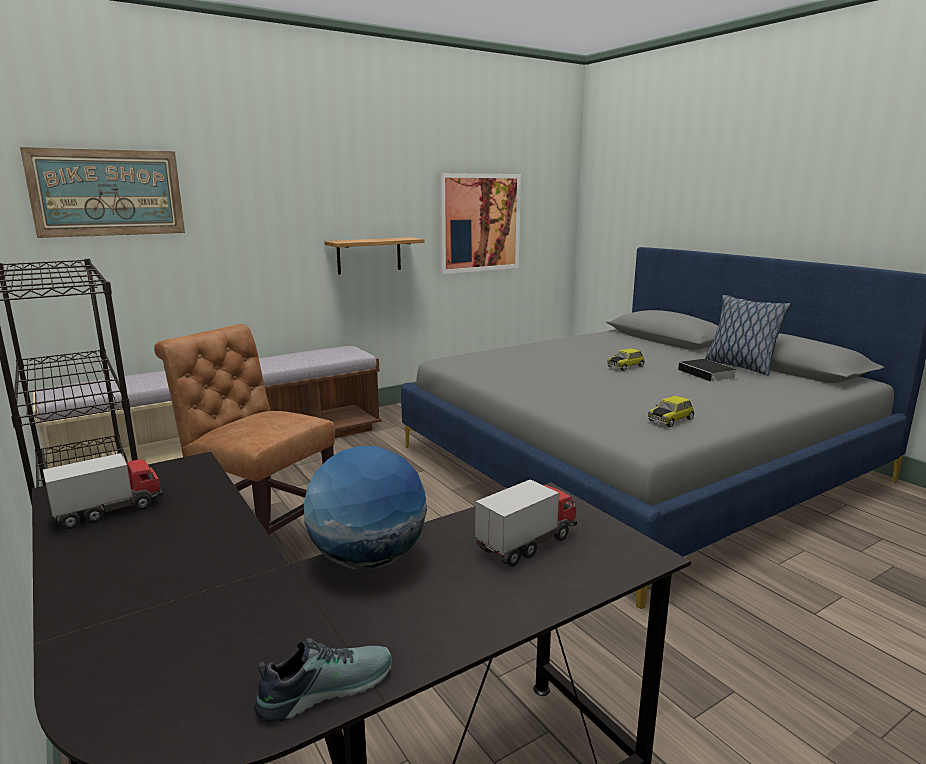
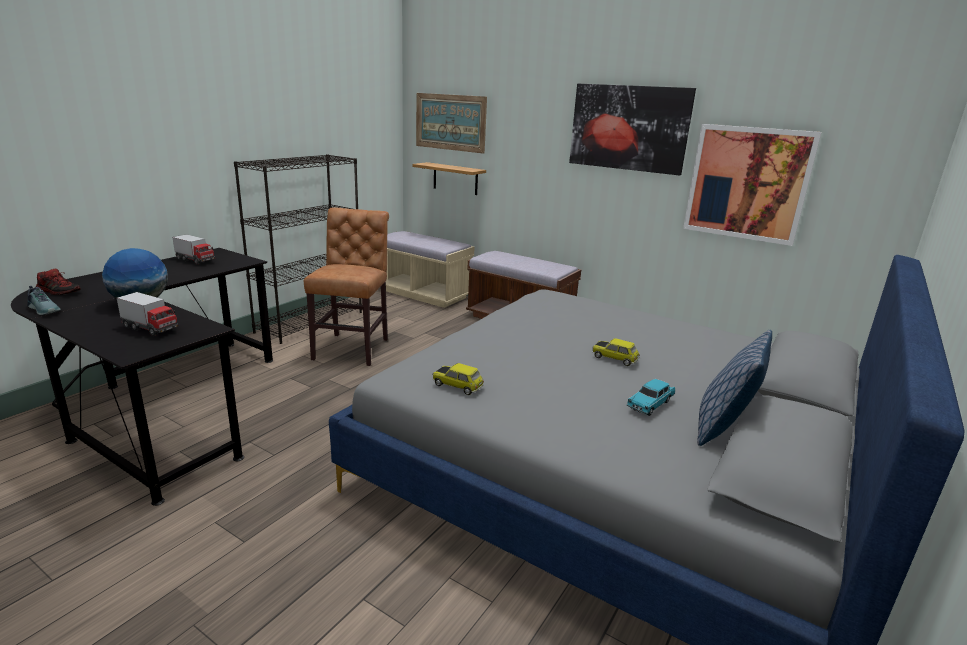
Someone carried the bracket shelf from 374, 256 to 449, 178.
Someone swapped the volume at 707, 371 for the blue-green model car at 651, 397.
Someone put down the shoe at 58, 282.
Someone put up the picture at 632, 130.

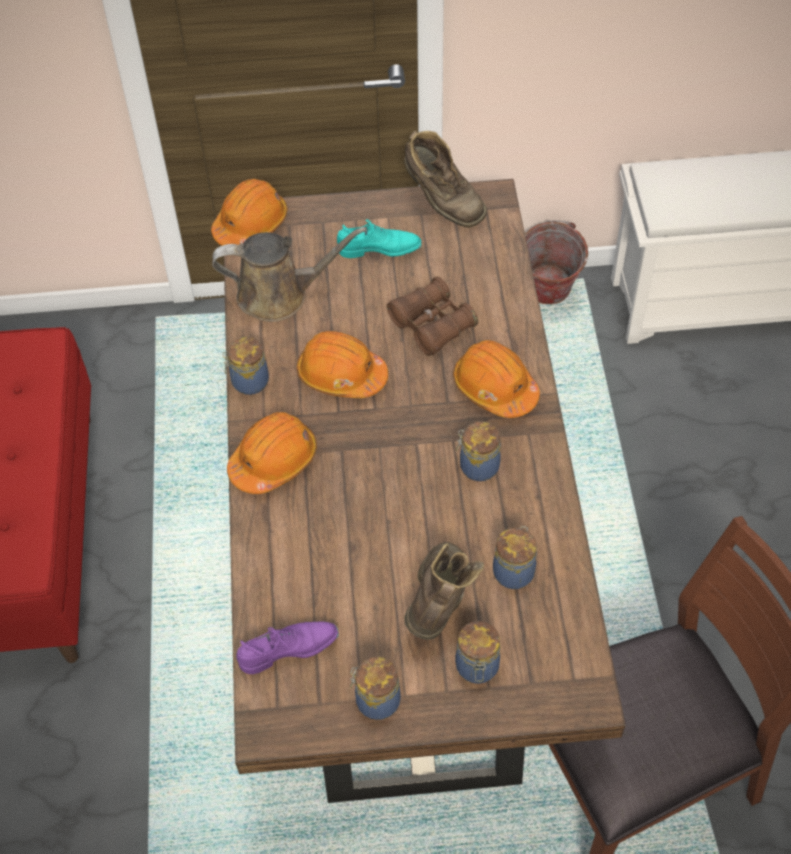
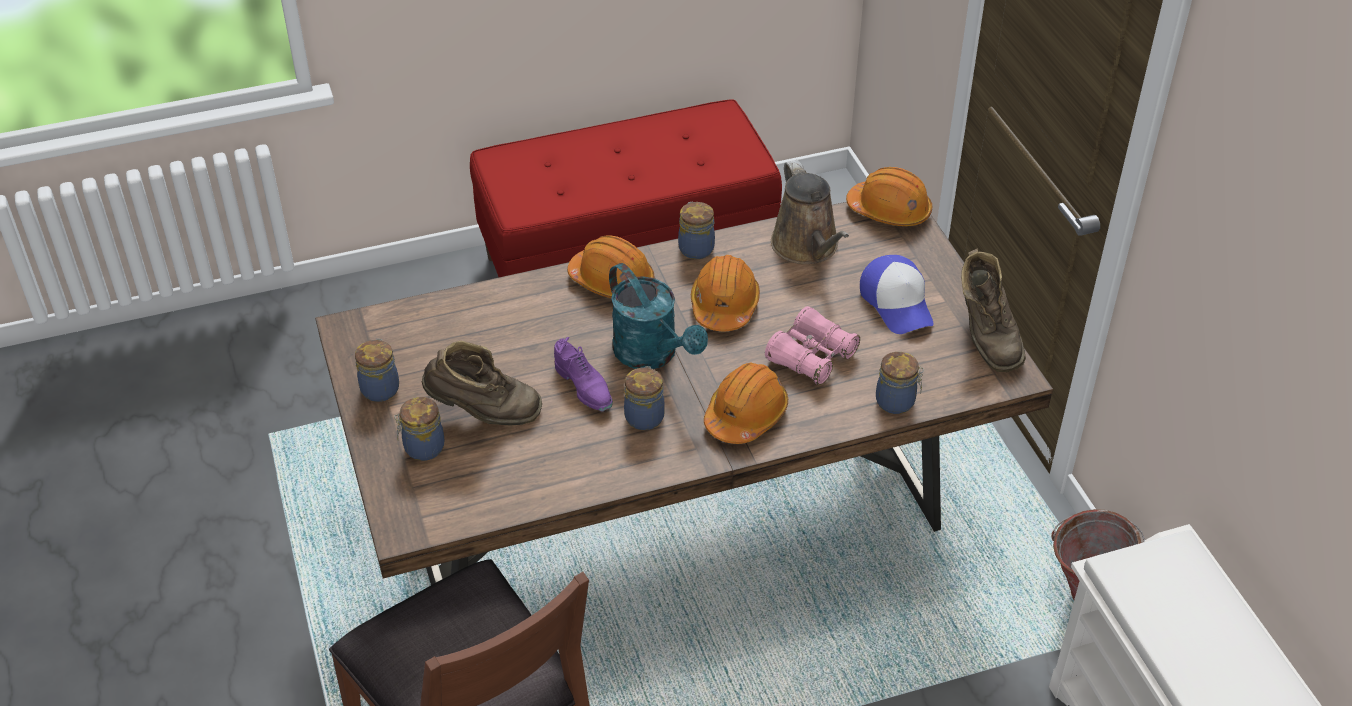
Someone carried the purple shoe from 287, 648 to 583, 374.
Someone swapped the blue-green shoe at 379, 238 for the peaked cap at 897, 294.
Someone repainted the brownish binoculars at 432, 316, which became the pink-coloured binoculars at 812, 345.
Someone rotated the brownish boot at 445, 179 by 45 degrees counterclockwise.
Someone carried the storage jar from 515, 557 to 900, 383.
Someone put down the blue-green watering pot at 658, 316.

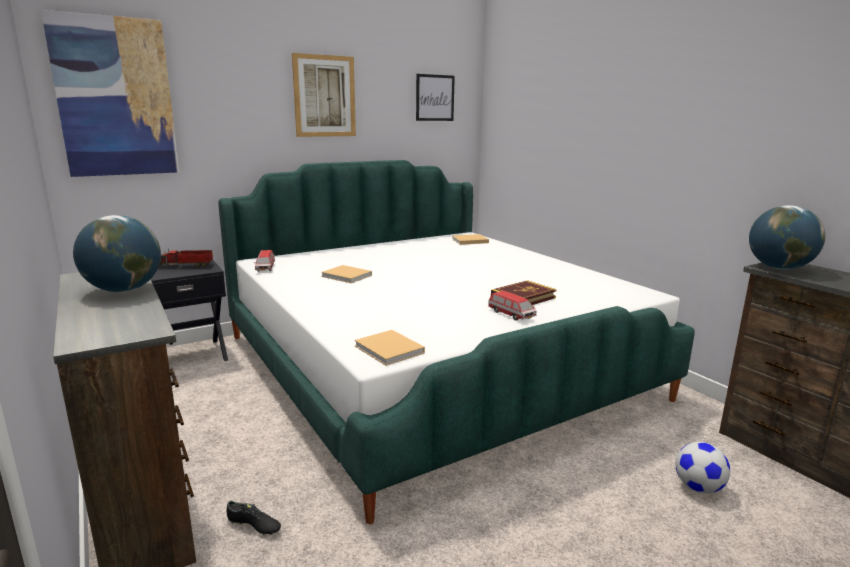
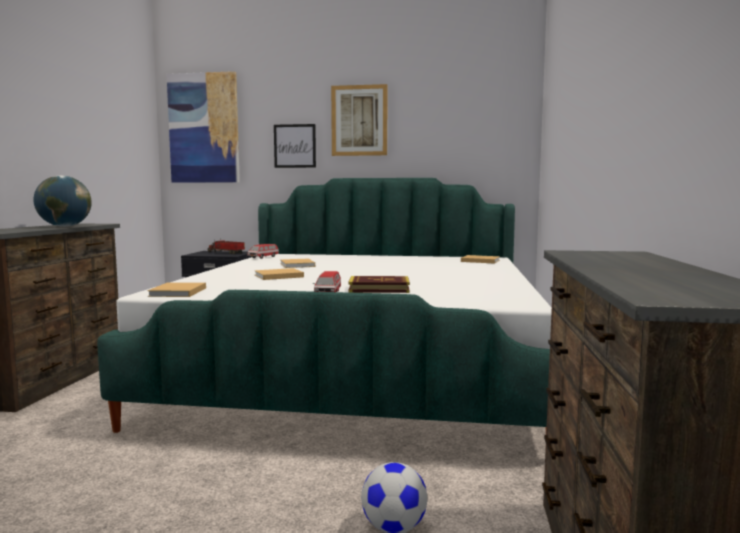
Someone took away the black shoe at 254, 518.
Someone carried the picture from 435, 97 to 295, 146.
Someone took away the desk globe at 787, 237.
Someone put down the beige-coloured volume at 279, 274.

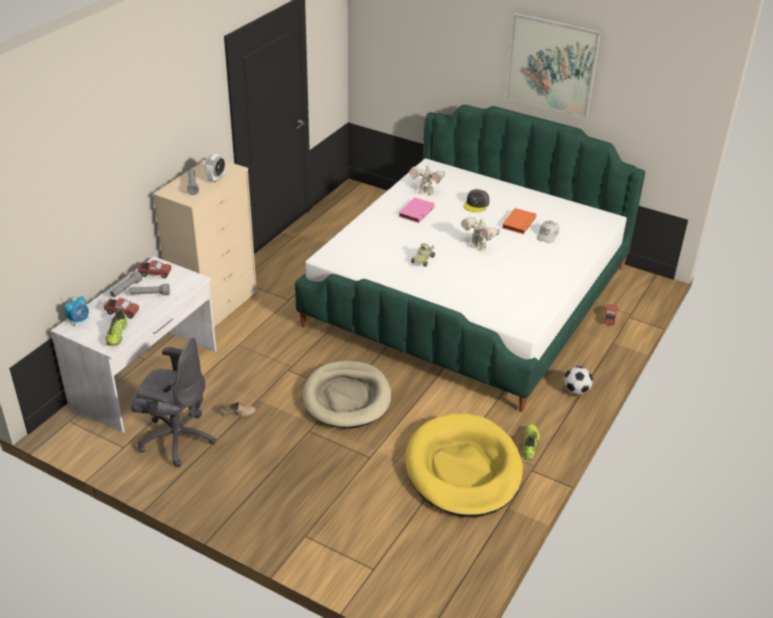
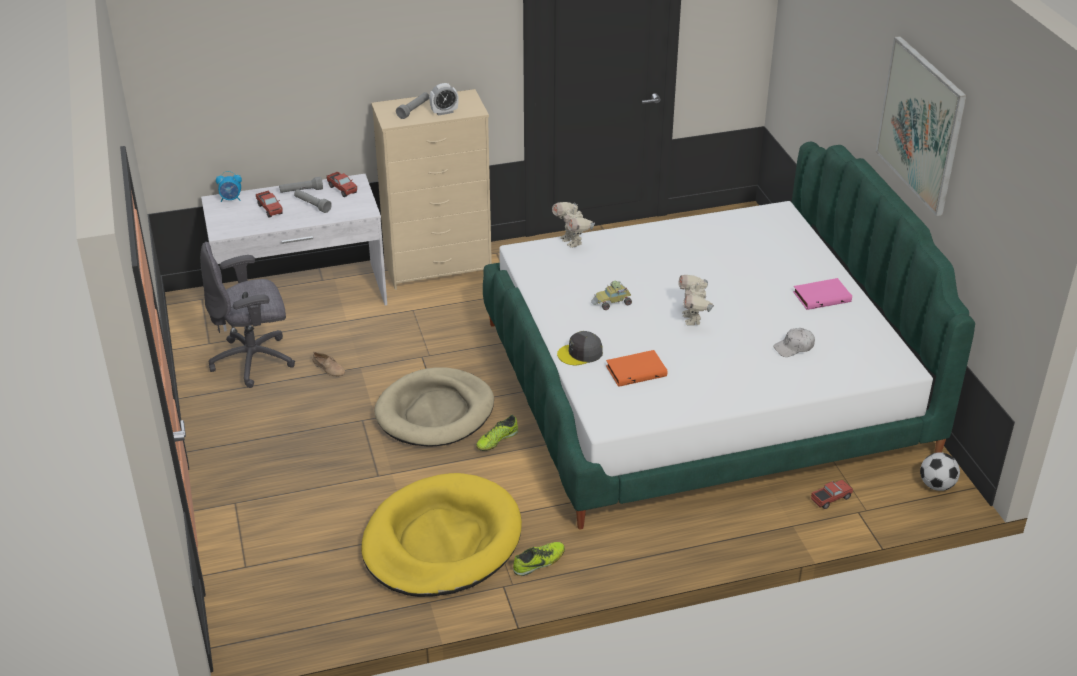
Someone carried the shoe from 117, 328 to 497, 433.
Someone rotated the gray desk chair at 173, 402 by 105 degrees clockwise.
Someone carried the pink-coloured volume from 416, 210 to 822, 294.
Someone carried the model robot from 427, 180 to 573, 225.
Someone carried the gray peaked cap from 476, 200 to 580, 348.
Someone carried the orange volume from 519, 221 to 636, 368.
Someone carried the ball for football from 578, 380 to 940, 471.

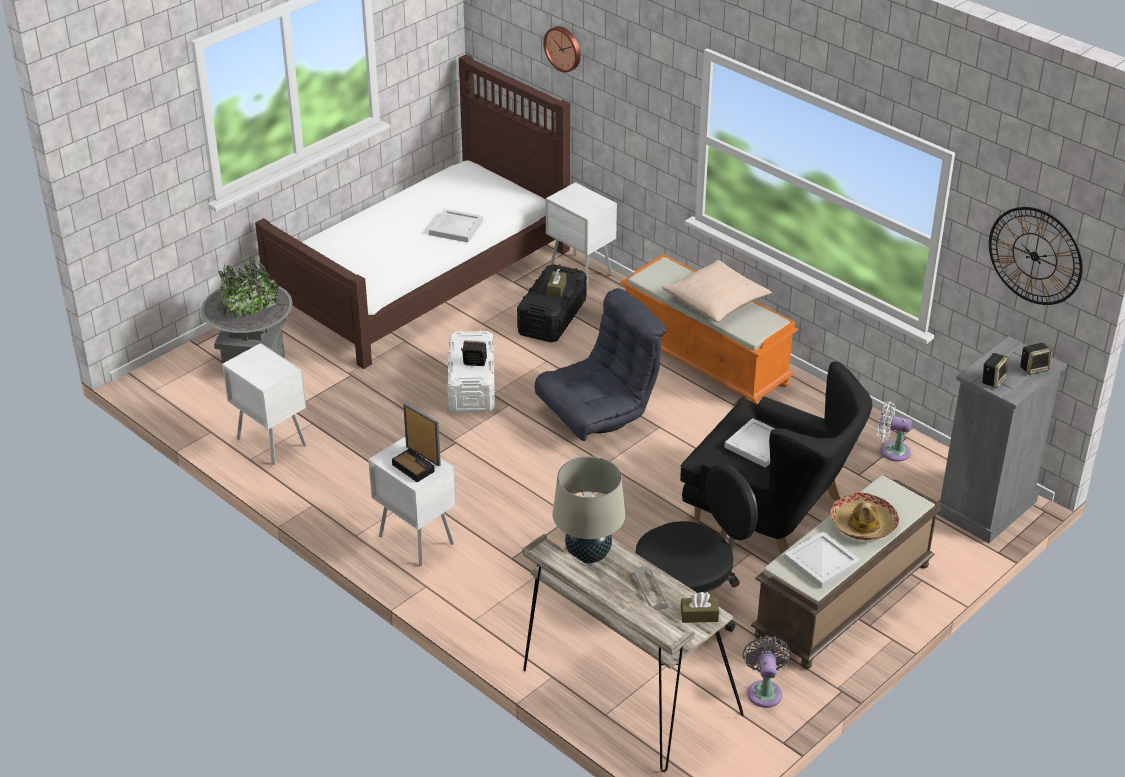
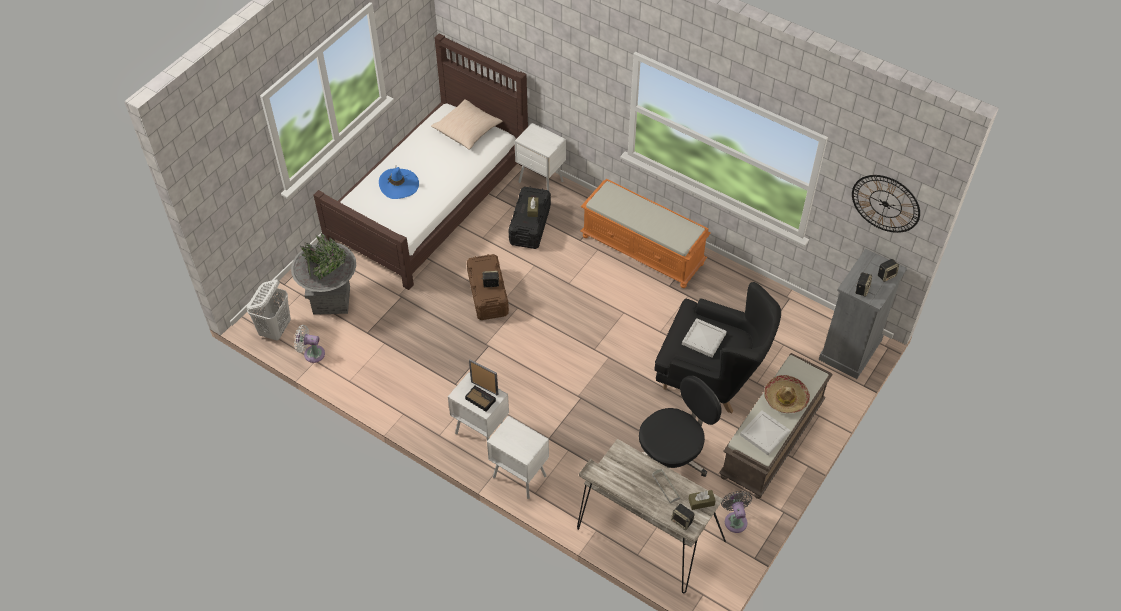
Someone carried the white-coloured nightstand from 264, 404 to 518, 457.
Someone took away the white-coloured serving tray at 456, 225.
Someone repainted the white-coloured storage bin at 471, 371, which became the brownish storage bin at 488, 287.
Someone took away the gray easy chair at 600, 364.
Someone took away the wall clock at 562, 49.
Someone took away the beige-coloured tabletop lamp at 589, 509.
Someone carried the beige-coloured pillow from 717, 291 to 467, 125.
Someone carried the white-coloured cooling fan from 894, 432 to 309, 344.
Someone put down the white-coloured washing basket at 268, 310.
Someone put down the blue-coloured wearable hat at 399, 182.
Someone put down the audio speaker at 683, 517.

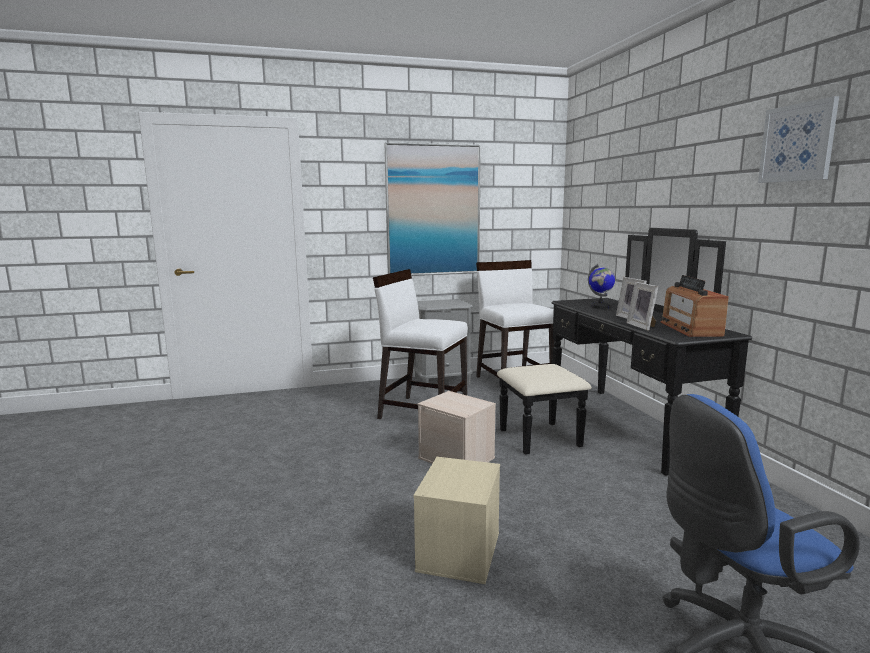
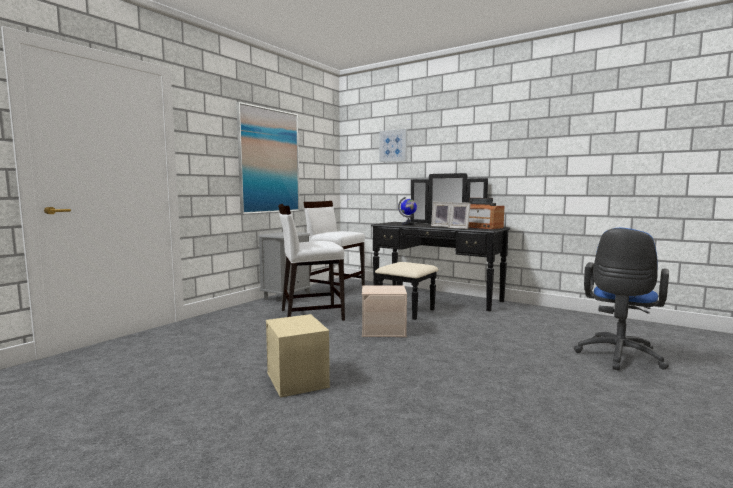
Someone carried the beige-coloured storage bin from 456, 520 to 298, 356.
Someone carried the picture from 798, 139 to 393, 145.

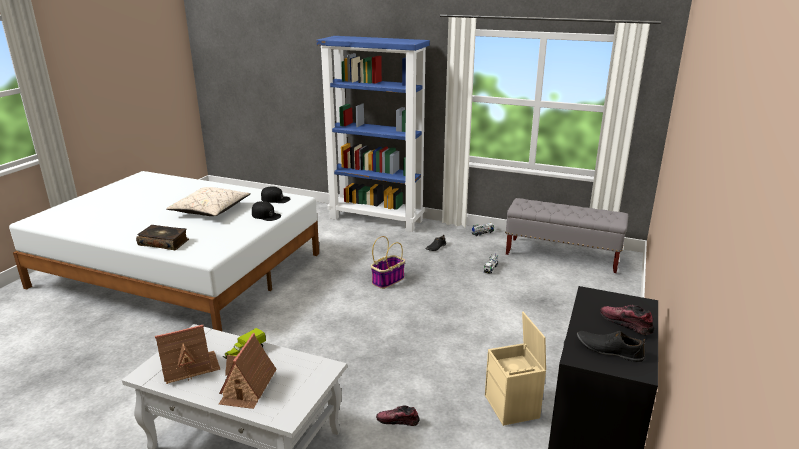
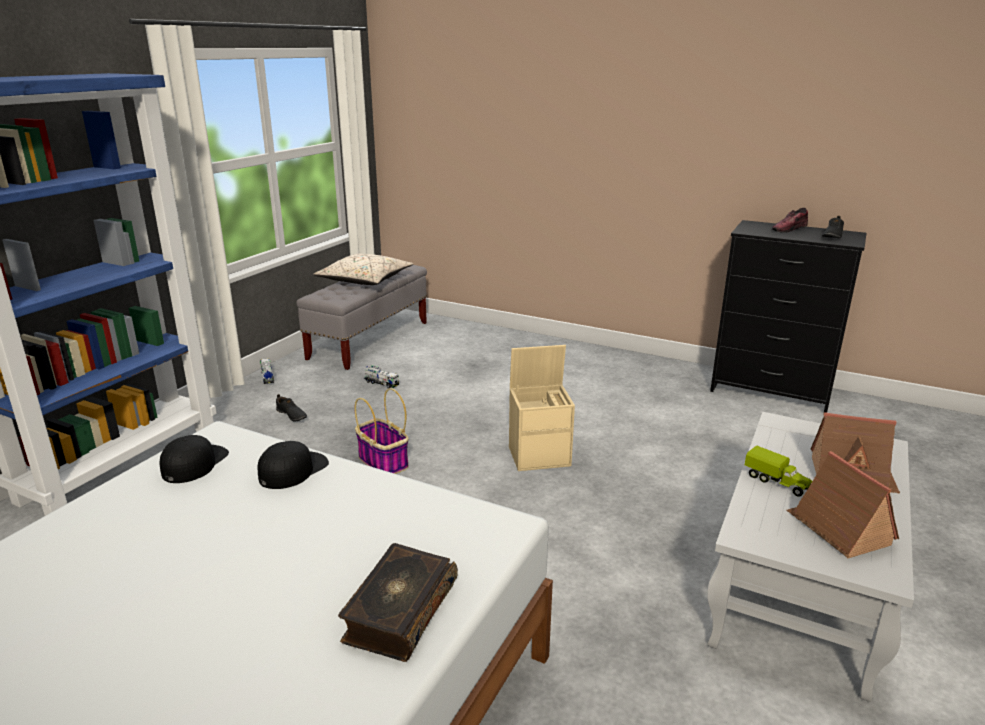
Someone carried the beige-coloured pillow from 208, 201 to 363, 269.
Someone took away the shoe at 398, 415.
Someone carried the beige-coloured storage bin from 515, 368 to 542, 408.

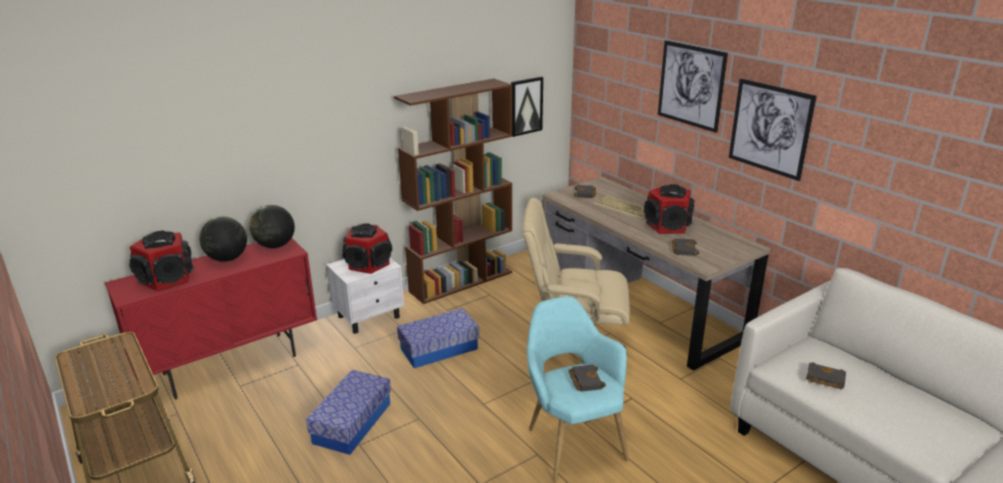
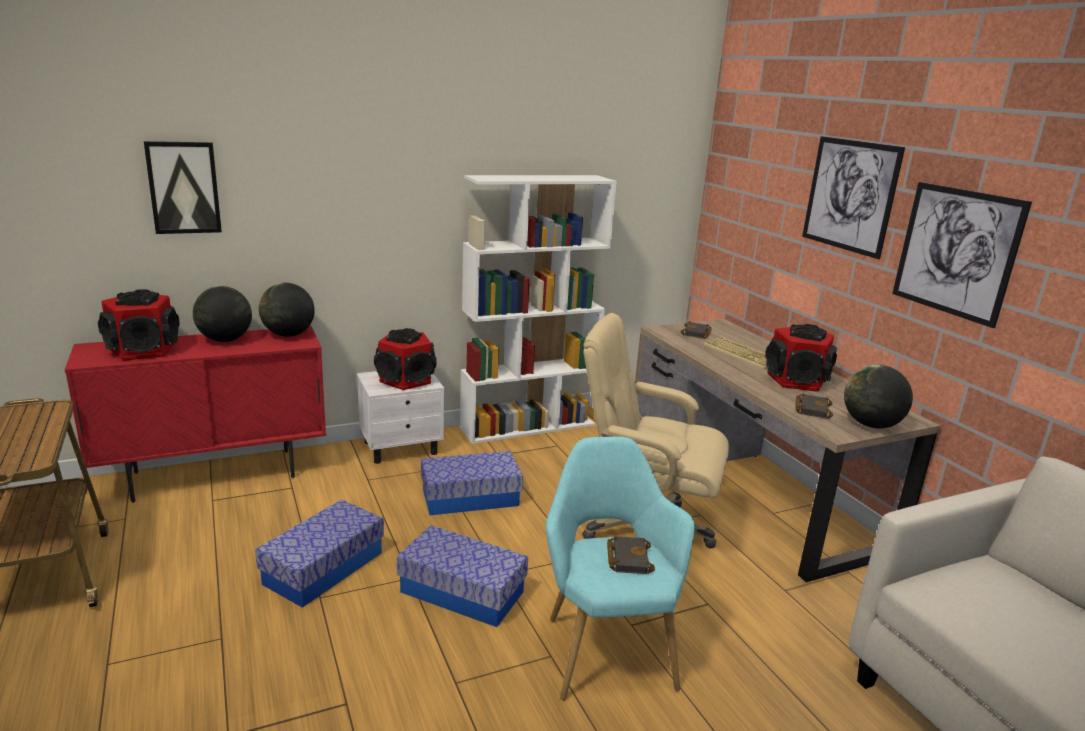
Someone repainted the brownish bookcase at 453, 191, which became the white-coloured bookcase at 538, 309.
Someone carried the picture from 527, 107 to 183, 187.
Someone took away the black volume at 826, 375.
Someone put down the storage bin at 462, 576.
Someone put down the desk globe at 878, 396.

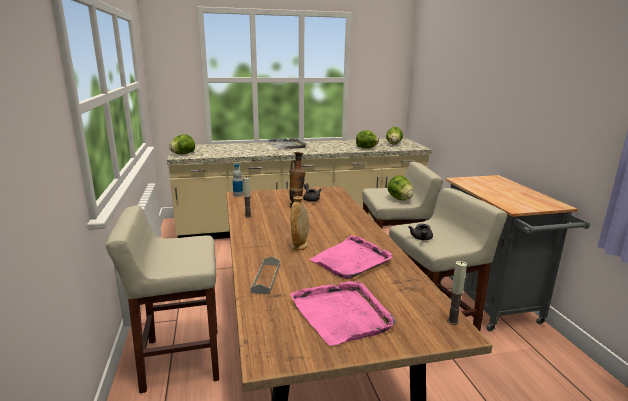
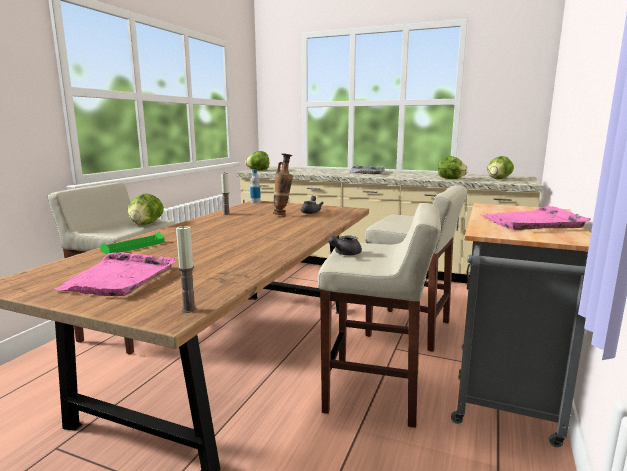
Someone repainted the gray serving tray at 265, 275, which became the green-coloured serving tray at 132, 243.
Someone took away the beige-coloured decorative vase at 299, 223.
Someone carried the pink-coloured serving tray from 351, 257 to 536, 218.
Someone carried the lettuce from 400, 187 to 145, 209.

